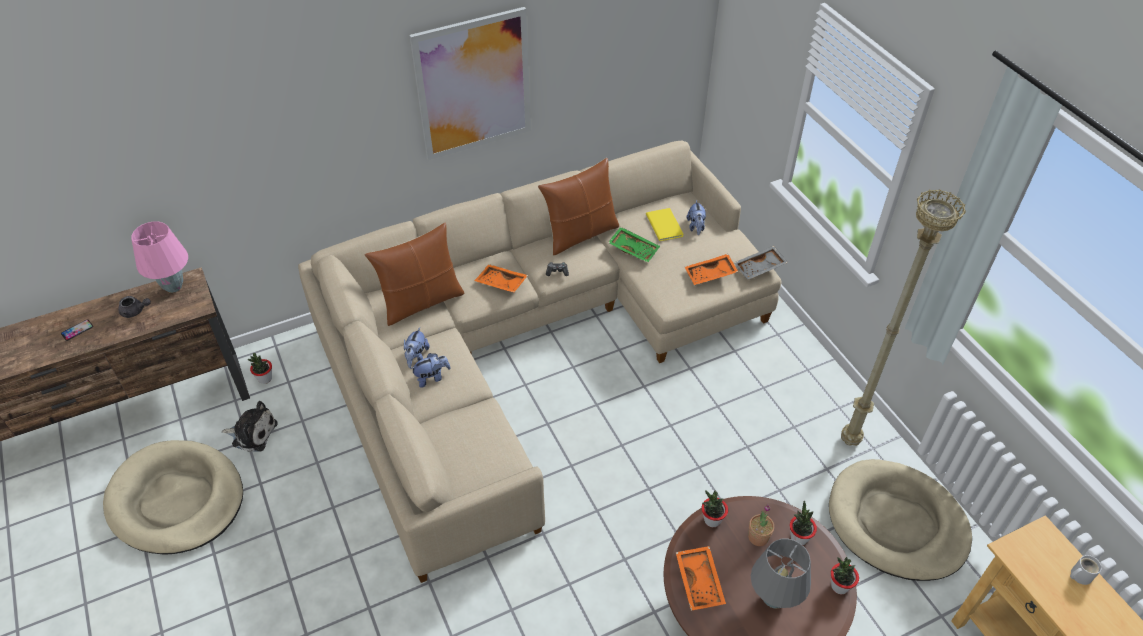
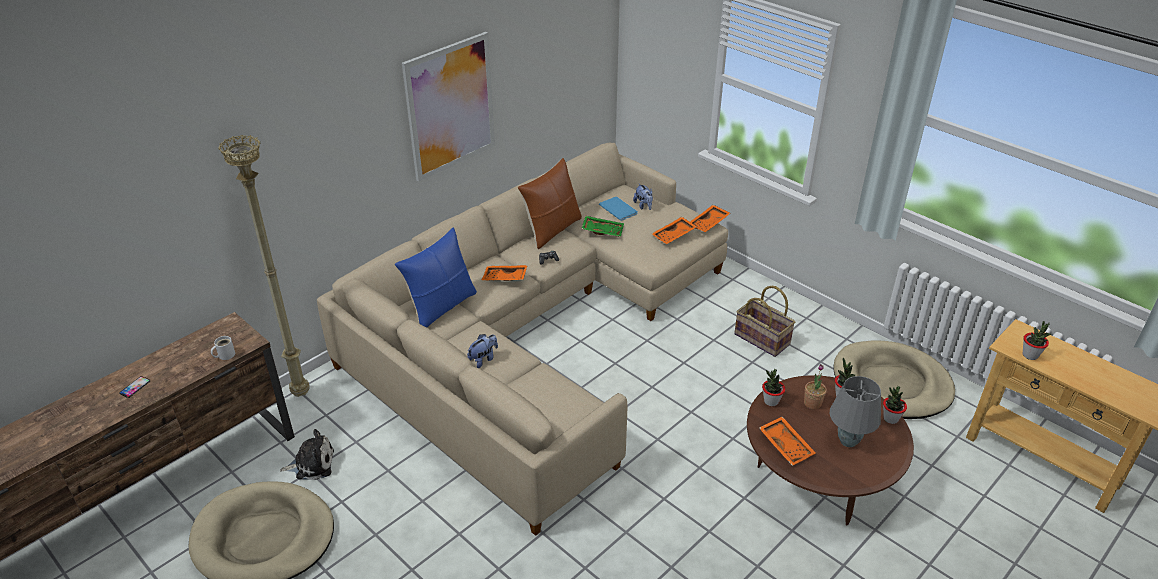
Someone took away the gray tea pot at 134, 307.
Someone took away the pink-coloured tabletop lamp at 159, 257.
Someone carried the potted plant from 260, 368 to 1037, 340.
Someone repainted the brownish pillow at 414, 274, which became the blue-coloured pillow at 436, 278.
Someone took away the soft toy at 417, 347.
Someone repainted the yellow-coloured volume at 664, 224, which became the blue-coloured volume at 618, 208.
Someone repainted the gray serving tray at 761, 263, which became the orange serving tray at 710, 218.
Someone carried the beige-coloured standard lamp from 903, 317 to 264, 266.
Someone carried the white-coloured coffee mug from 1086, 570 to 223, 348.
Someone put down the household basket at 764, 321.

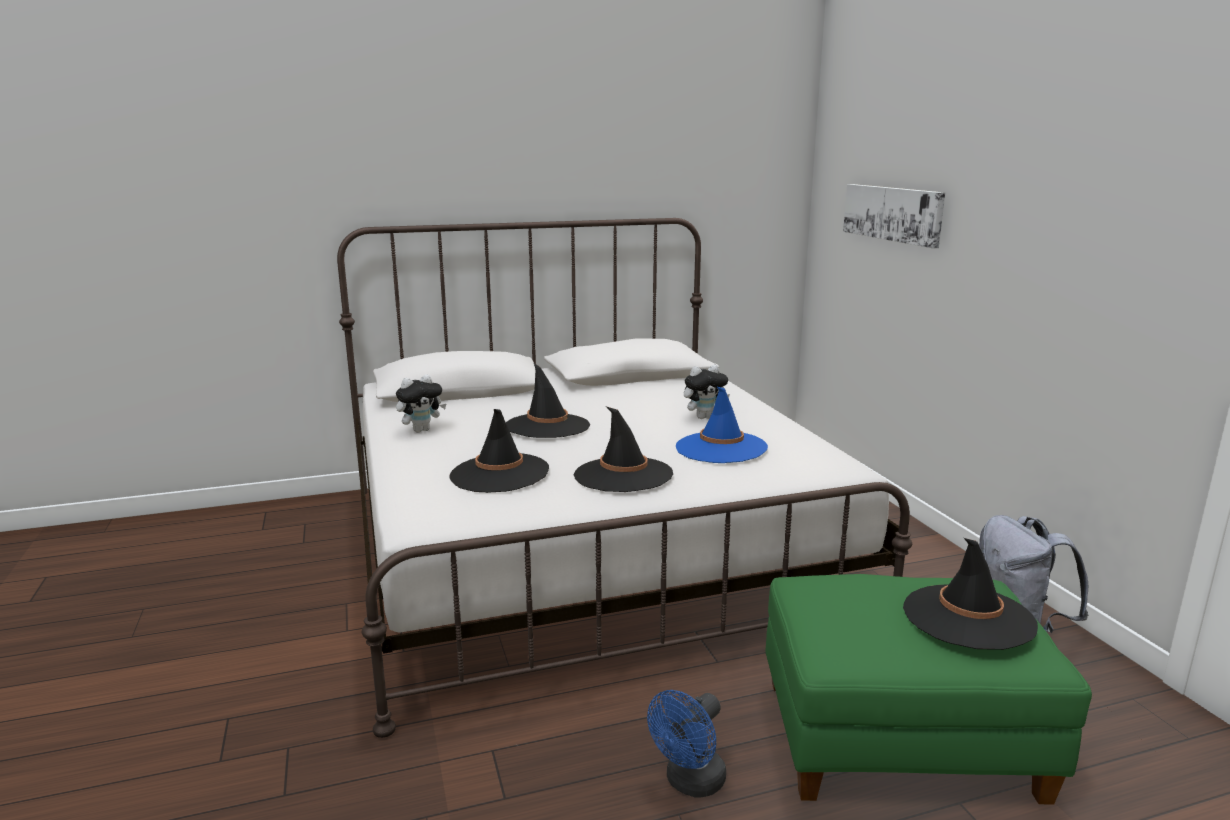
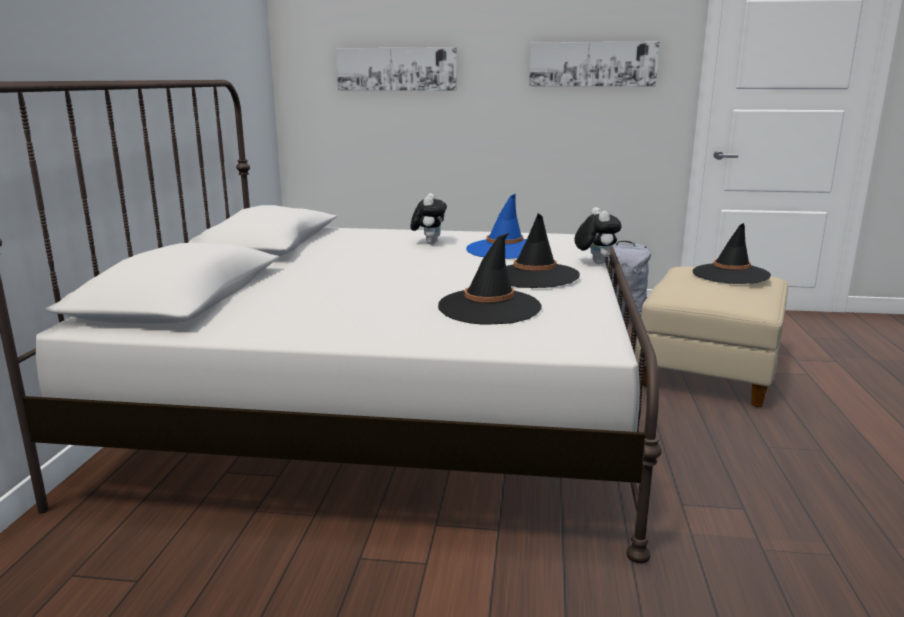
Someone carried the soft toy from 421, 403 to 597, 235.
Someone took away the black wearable hat at 548, 400.
Someone took away the blue-coloured cooling fan at 686, 743.
Someone repainted the green-coloured footrest at 929, 689, which became the beige-coloured footrest at 712, 336.
Someone put up the picture at 594, 64.

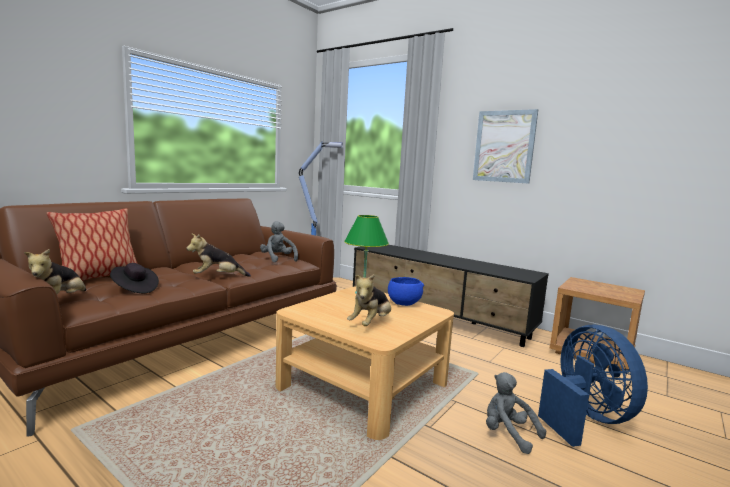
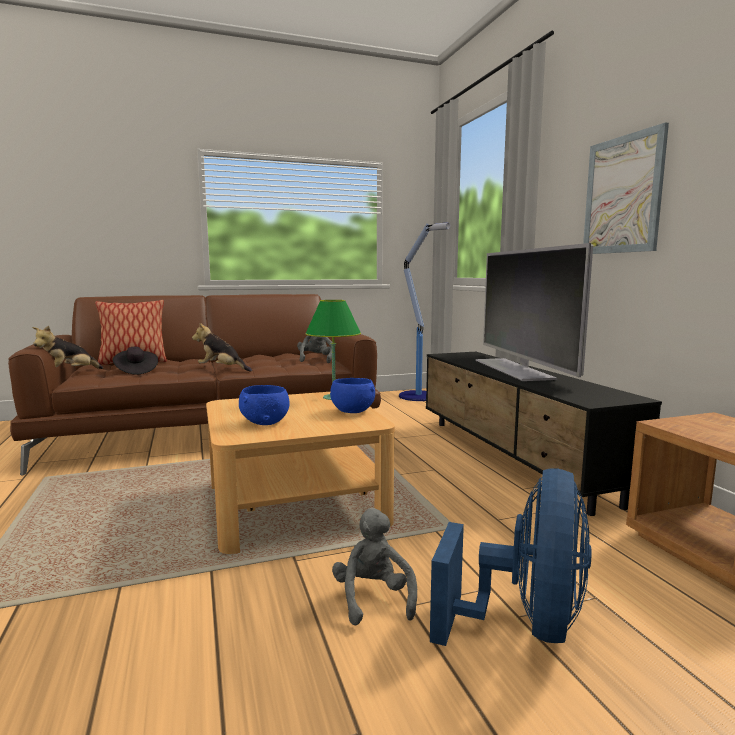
Someone swapped the soft toy at 369, 300 for the blue-coloured bowl at 264, 405.
Someone put down the TV set at 534, 312.

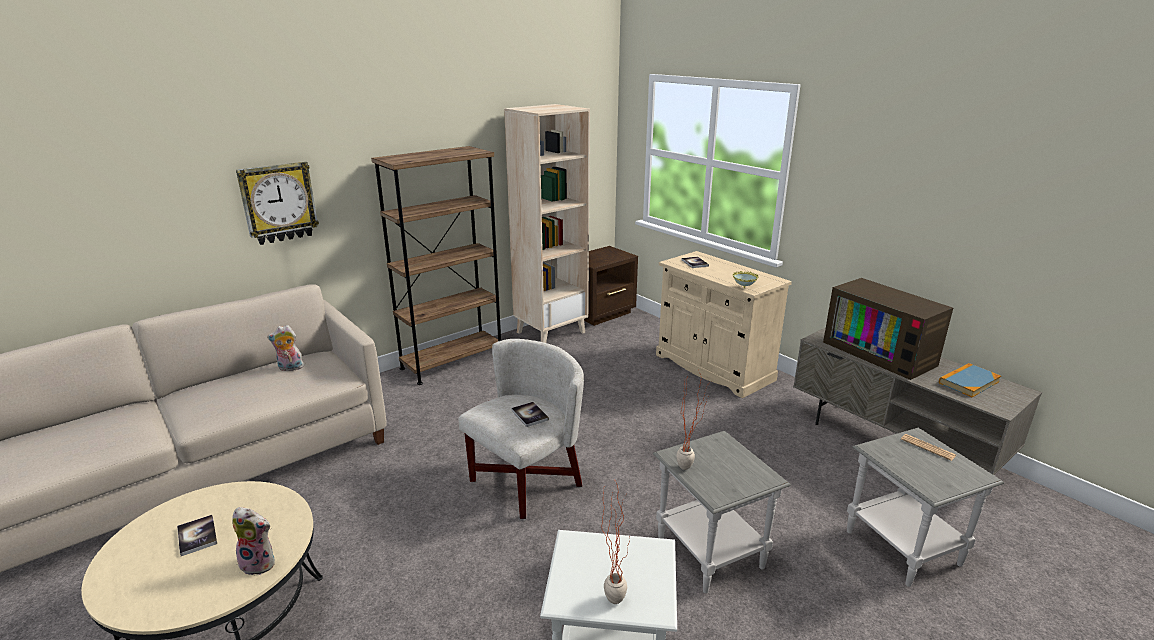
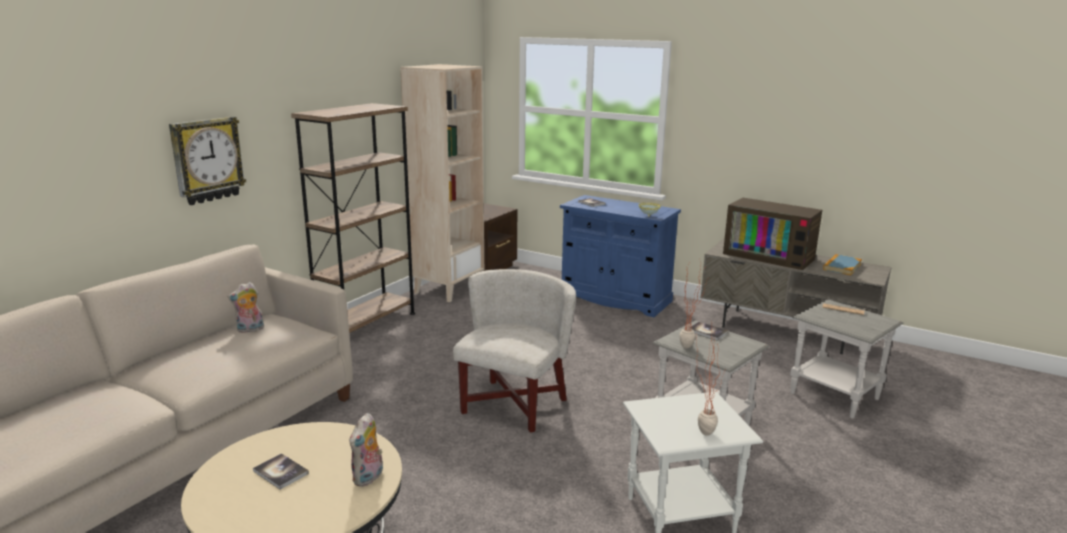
Someone rotated the soft toy at 253, 541 by 120 degrees clockwise.
Someone carried the volume from 530, 414 to 709, 331.
Someone repainted the beige-coloured storage cabinet at 724, 324, which became the blue-coloured storage cabinet at 620, 256.

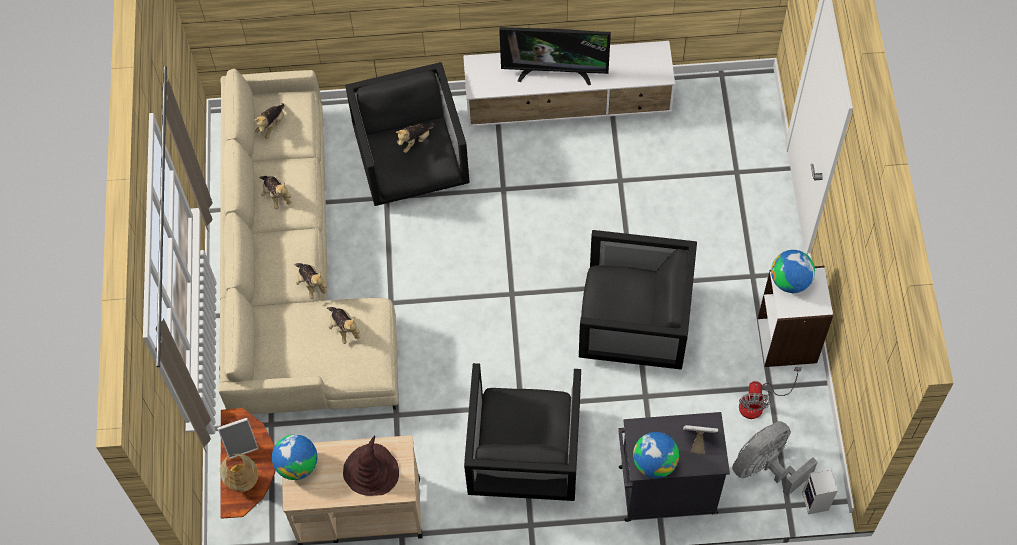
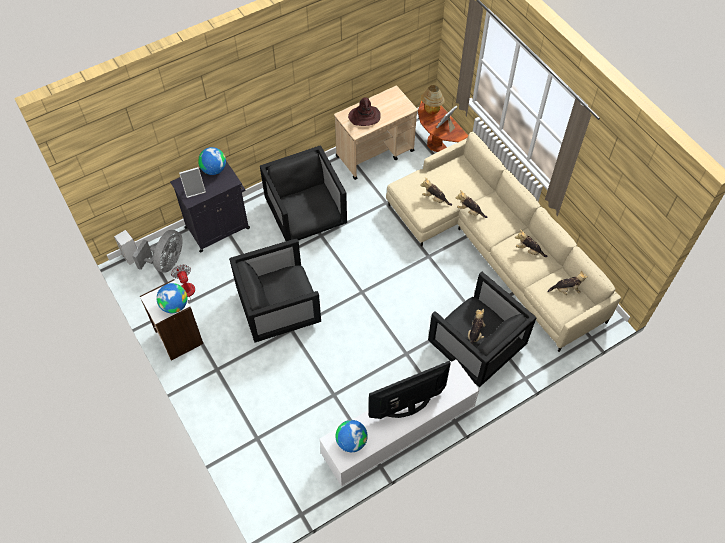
Someone rotated the soft toy at 269, 121 by 90 degrees clockwise.
Someone carried the desk globe from 294, 457 to 352, 436.

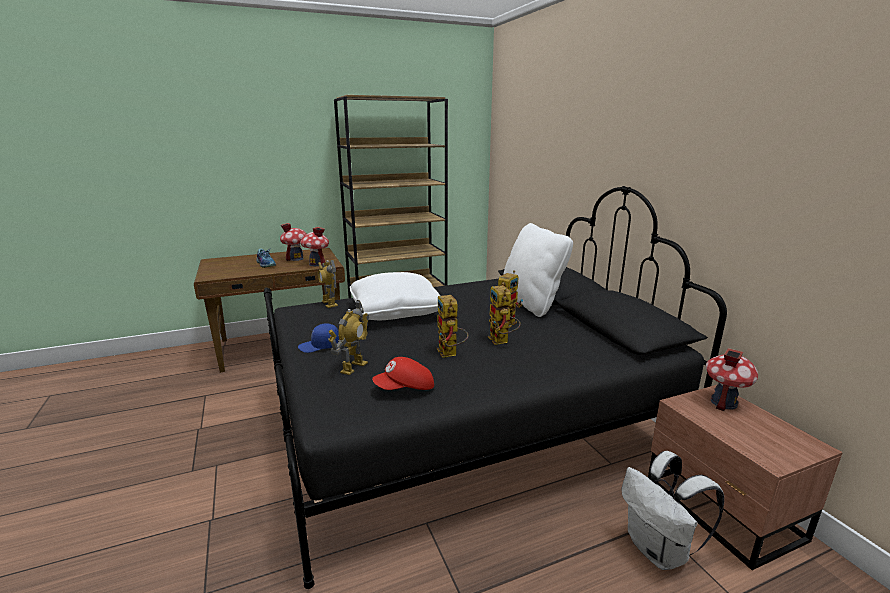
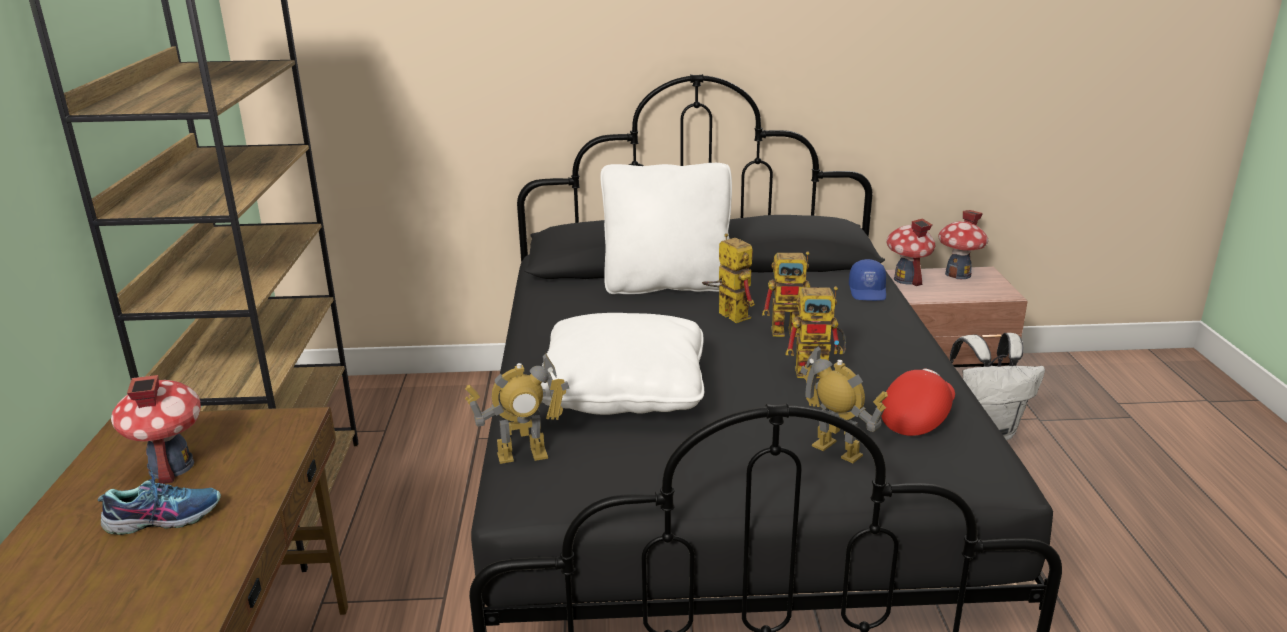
Someone carried the blue-coloured peaked cap from 318, 338 to 867, 280.
Someone carried the miniature house from 314, 246 to 963, 244.
Someone rotated the reddish peaked cap at 403, 373 by 135 degrees counterclockwise.

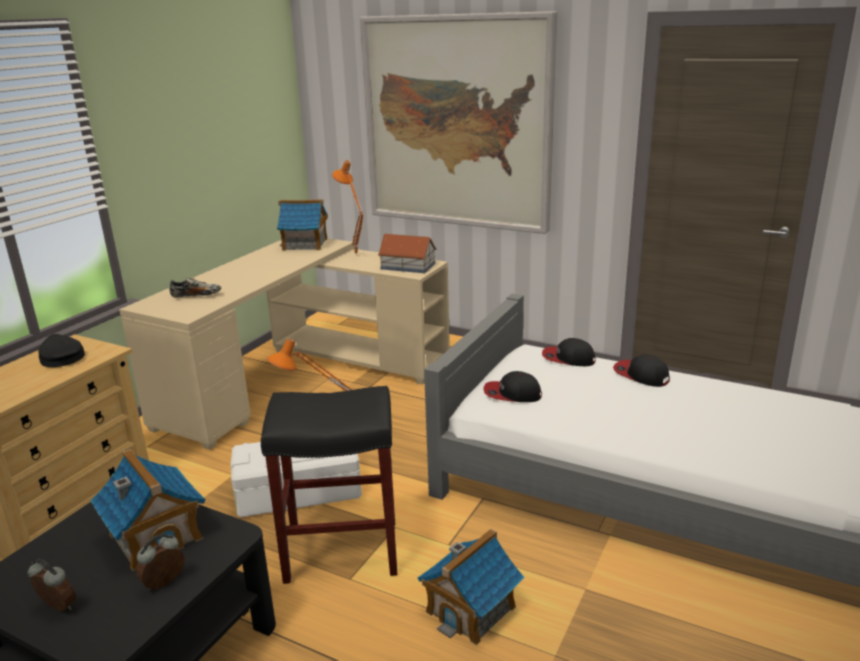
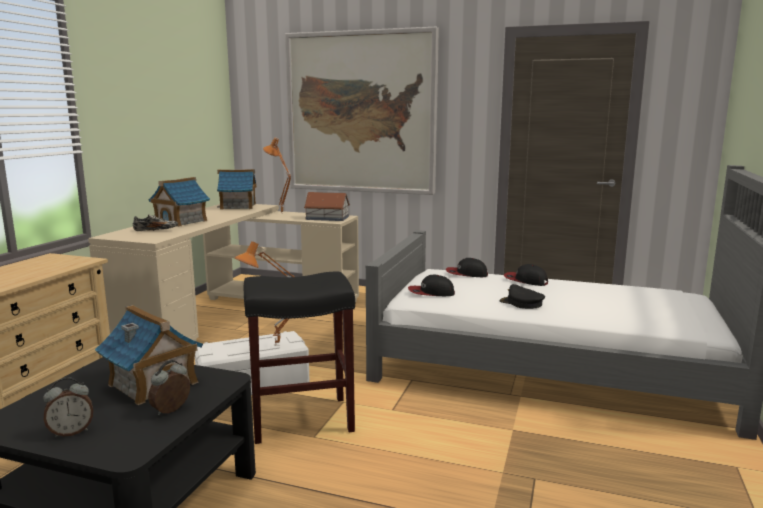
Someone rotated the alarm clock at 52, 585 by 135 degrees clockwise.
Someone carried the black peaked cap from 62, 350 to 522, 296.
Someone carried the miniature house from 471, 586 to 179, 202.

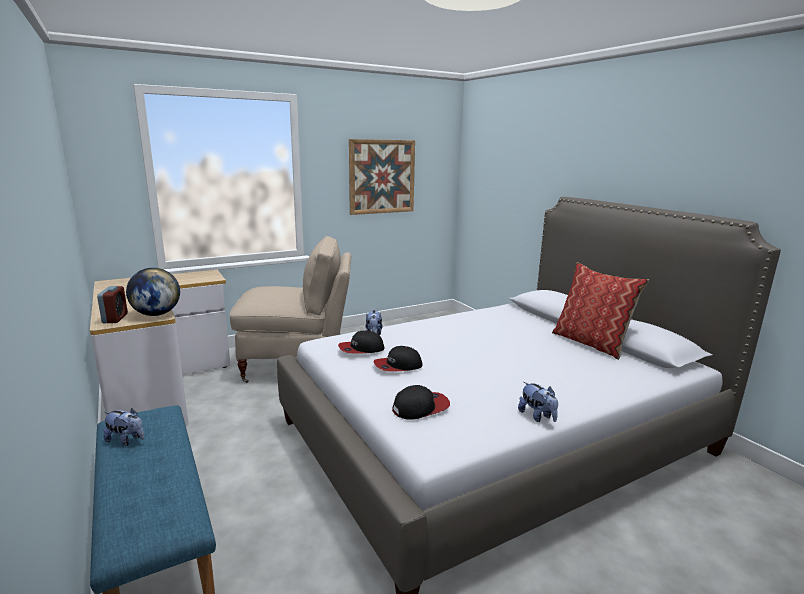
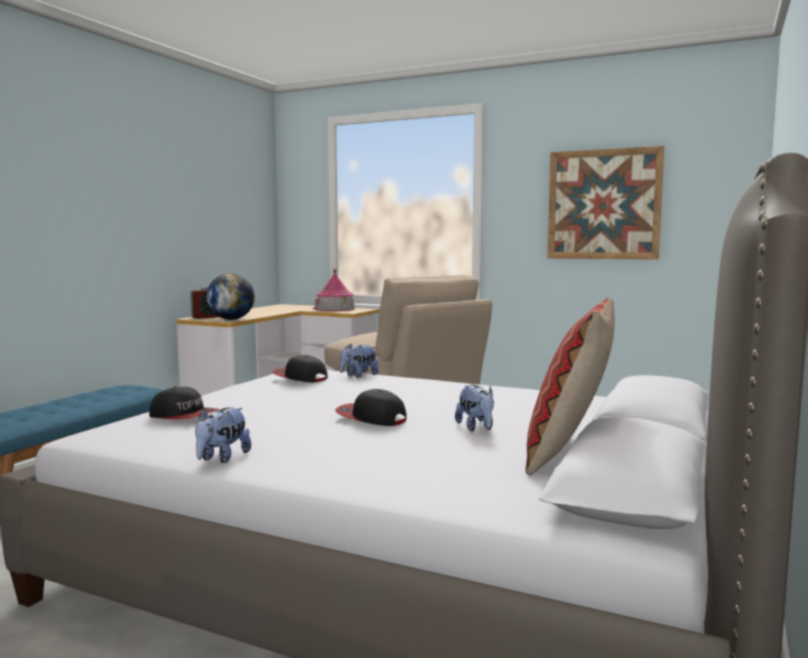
Someone carried the soft toy from 123, 427 to 474, 407.
Someone carried the peaked cap from 398, 359 to 371, 407.
Someone put down the miniature house at 334, 290.

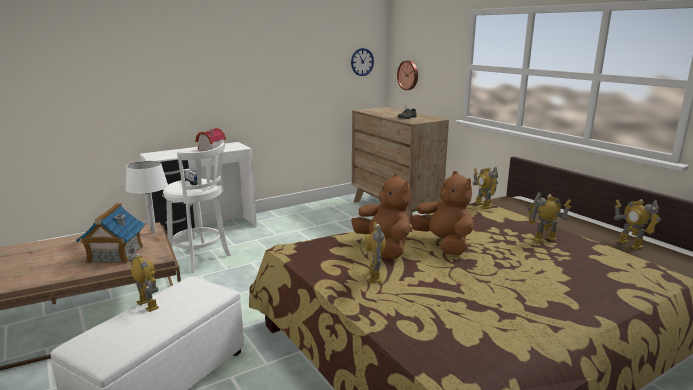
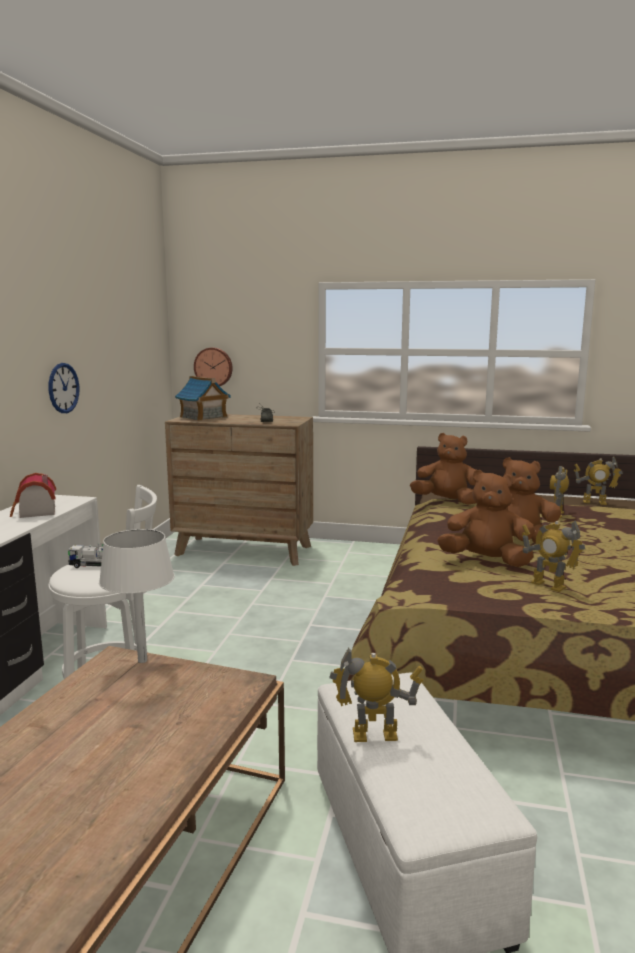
Someone carried the miniature house from 110, 233 to 203, 398.
Someone carried the wall clock from 362, 62 to 64, 388.
Someone swapped the model robot at 485, 188 for the brownish soft toy at 443, 469.

